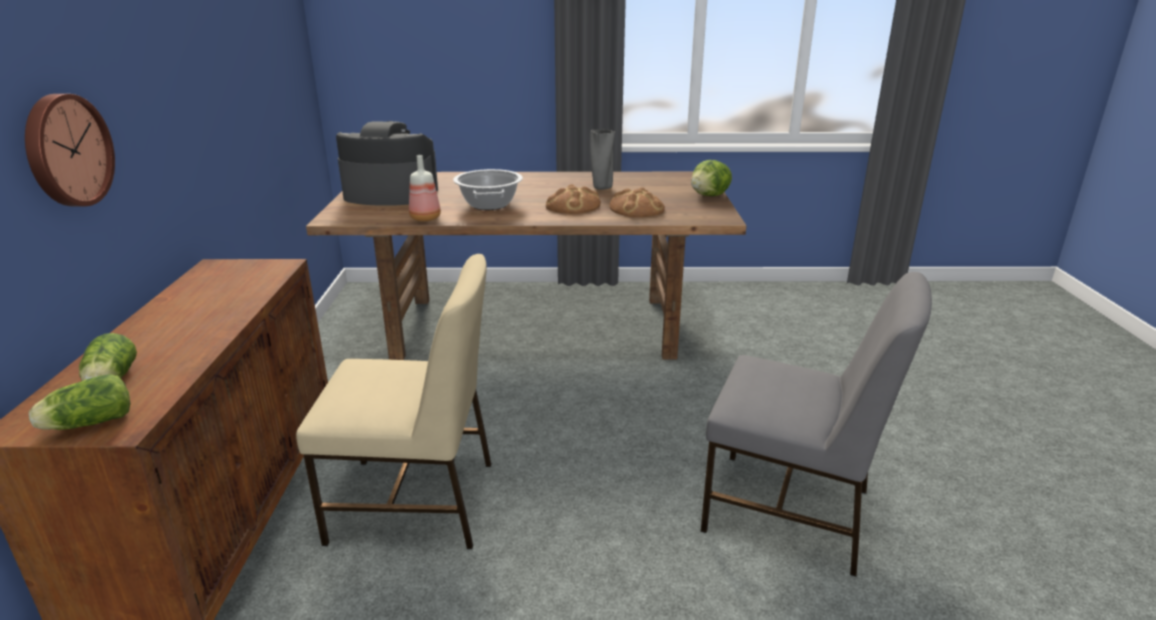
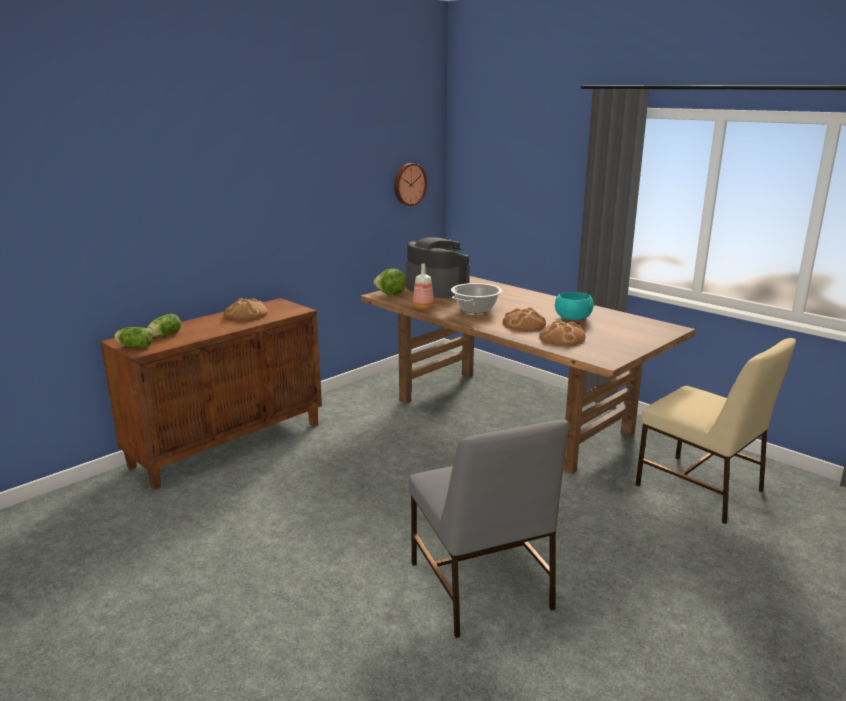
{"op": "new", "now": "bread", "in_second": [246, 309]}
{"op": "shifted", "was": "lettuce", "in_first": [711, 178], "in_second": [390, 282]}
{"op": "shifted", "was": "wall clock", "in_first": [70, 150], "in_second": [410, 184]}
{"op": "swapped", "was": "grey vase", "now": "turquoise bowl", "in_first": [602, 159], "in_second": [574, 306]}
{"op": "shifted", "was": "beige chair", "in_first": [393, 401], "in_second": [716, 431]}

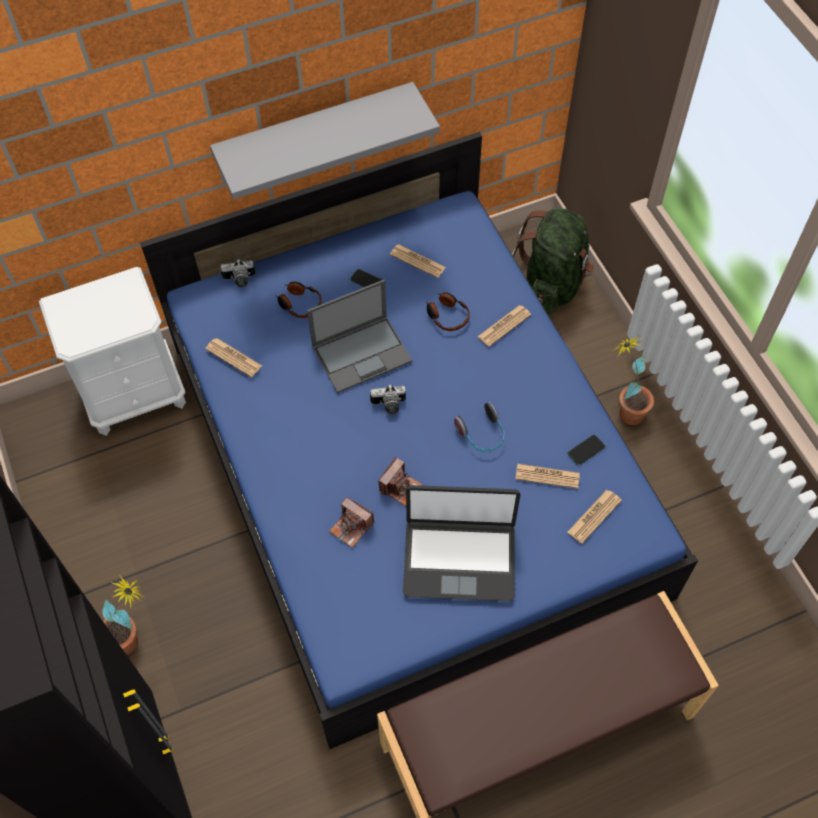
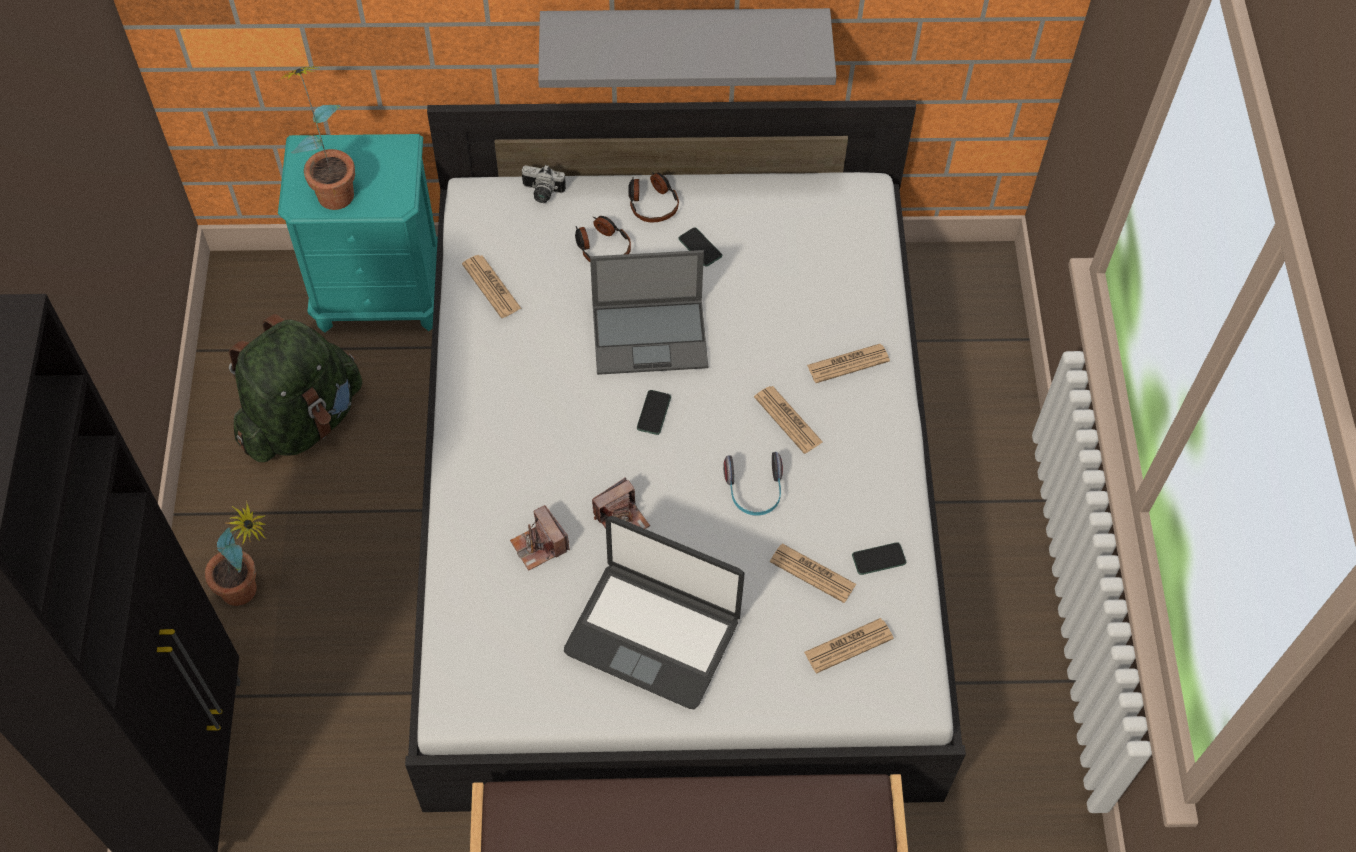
{"op": "shifted", "was": "green backpack", "in_first": [553, 261], "in_second": [295, 388]}
{"op": "shifted", "was": "potted plant", "in_first": [633, 380], "in_second": [315, 138]}
{"op": "repainted", "was": "white nightstand", "now": "turquoise nightstand", "in_first": [112, 351], "in_second": [358, 233]}
{"op": "repainted", "was": "blue bed", "now": "white bed", "in_first": [419, 440], "in_second": [685, 456]}
{"op": "shifted", "was": "headphones", "in_first": [448, 311], "in_second": [653, 197]}
{"op": "swapped", "was": "photo camera", "now": "phone", "in_first": [388, 399], "in_second": [654, 412]}
{"op": "shifted", "was": "newspaper", "in_first": [418, 261], "in_second": [788, 420]}

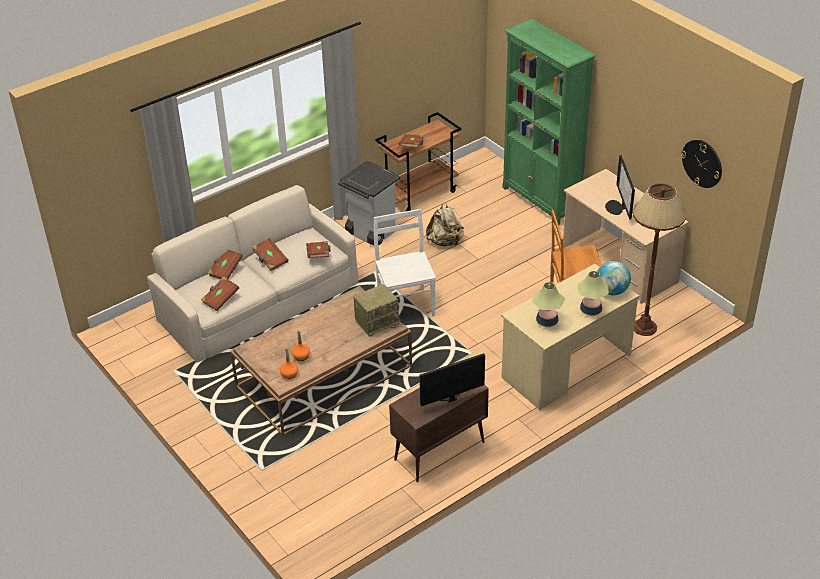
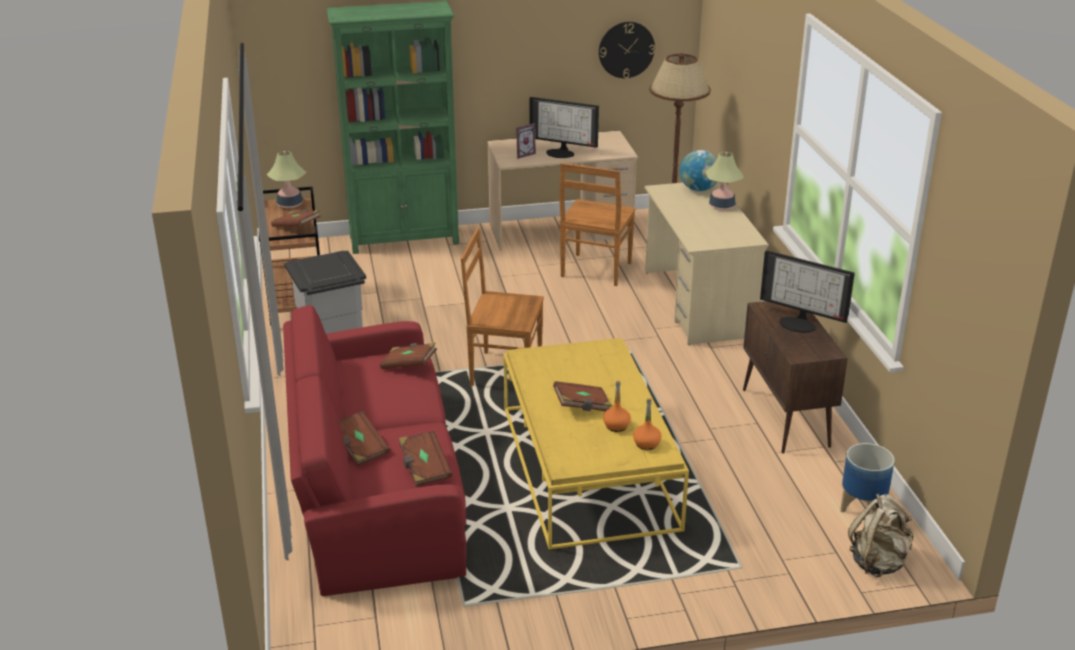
{"op": "shifted", "was": "table lamp", "in_first": [548, 304], "in_second": [286, 179]}
{"op": "repainted", "was": "beige sofa", "now": "red sofa", "in_first": [253, 273], "in_second": [375, 450]}
{"op": "repainted", "was": "white chair", "now": "brown chair", "in_first": [405, 262], "in_second": [502, 307]}
{"op": "repainted", "was": "brown coffee table", "now": "yellow coffee table", "in_first": [321, 361], "in_second": [596, 443]}
{"op": "new", "now": "picture frame", "in_second": [526, 141]}
{"op": "shifted", "was": "brown book", "in_first": [270, 254], "in_second": [582, 396]}
{"op": "rotated", "was": "monitor", "in_first": [452, 379], "in_second": [807, 291], "clockwise": -60}
{"op": "new", "now": "planter", "in_second": [867, 477]}
{"op": "shifted", "was": "beige backpack", "in_first": [445, 224], "in_second": [881, 535]}
{"op": "gone", "was": "radio", "in_first": [377, 310]}

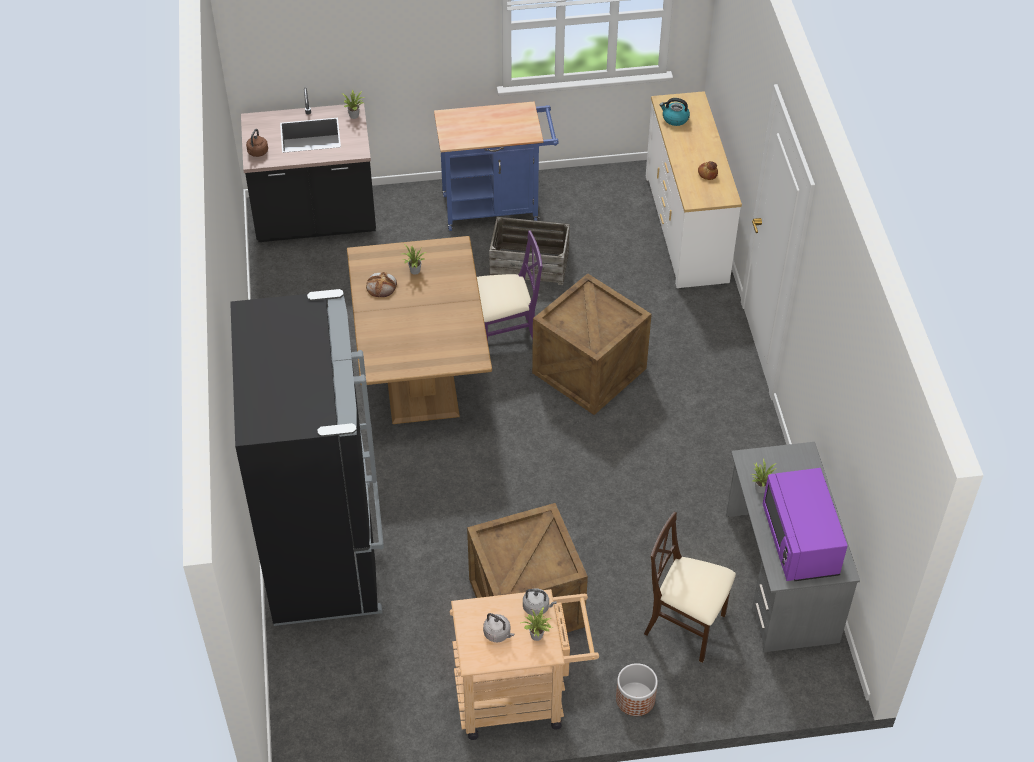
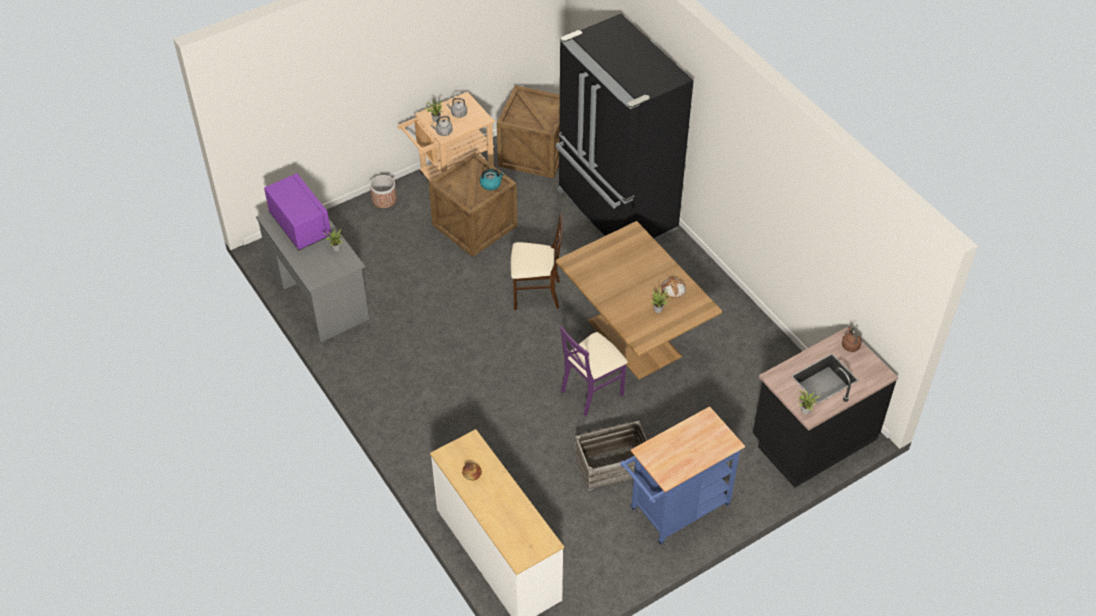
{"op": "shifted", "was": "kettle", "in_first": [674, 112], "in_second": [492, 179]}
{"op": "shifted", "was": "crate", "in_first": [592, 344], "in_second": [528, 132]}
{"op": "shifted", "was": "beige chair", "in_first": [690, 587], "in_second": [537, 262]}

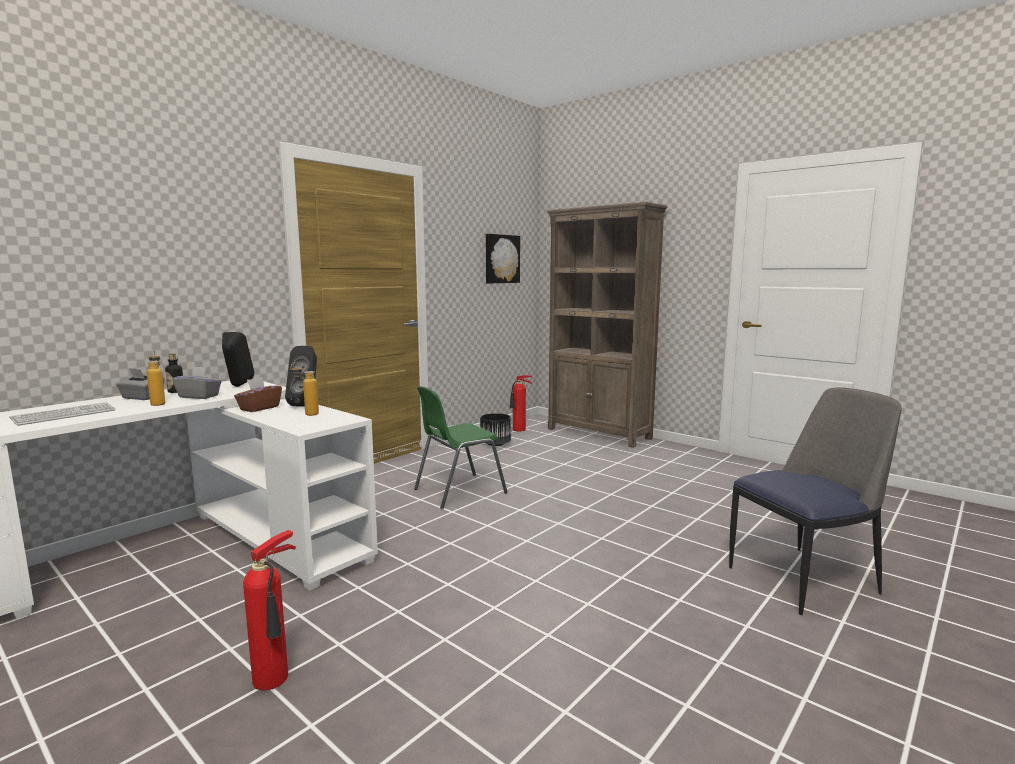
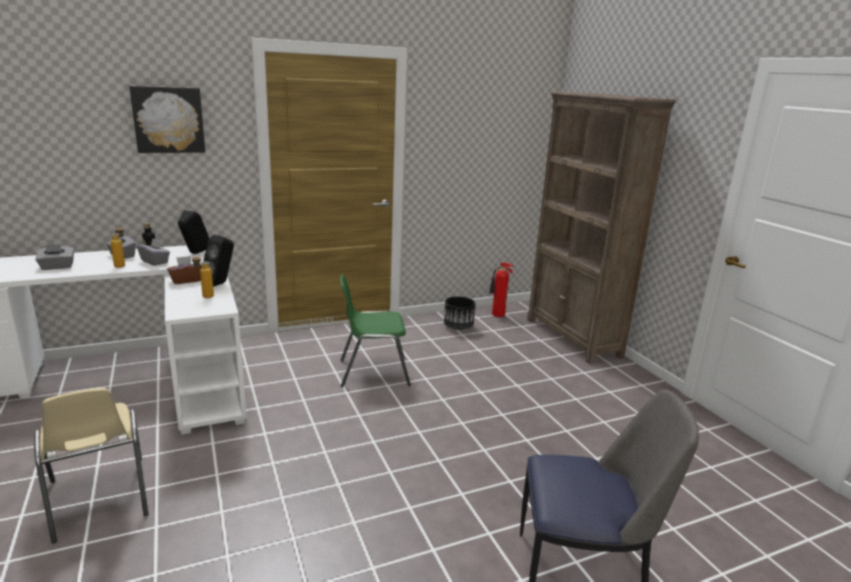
{"op": "swapped", "was": "fire extinguisher", "now": "beige chair", "in_first": [269, 610], "in_second": [91, 466]}
{"op": "swapped", "was": "keyboard", "now": "grey tissue box", "in_first": [62, 414], "in_second": [54, 257]}
{"op": "shifted", "was": "picture", "in_first": [503, 258], "in_second": [167, 119]}

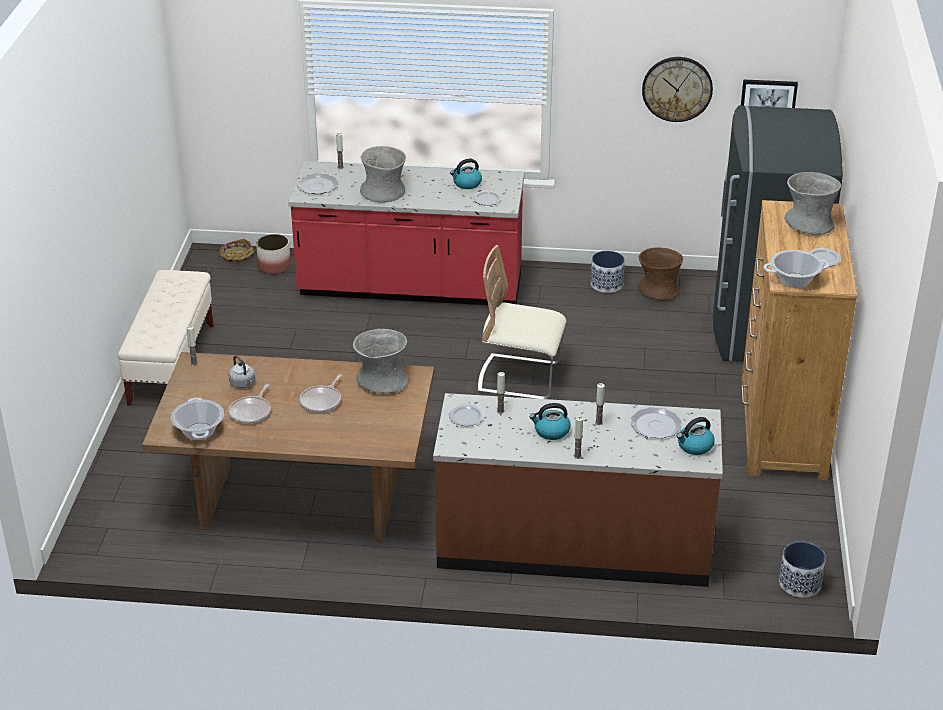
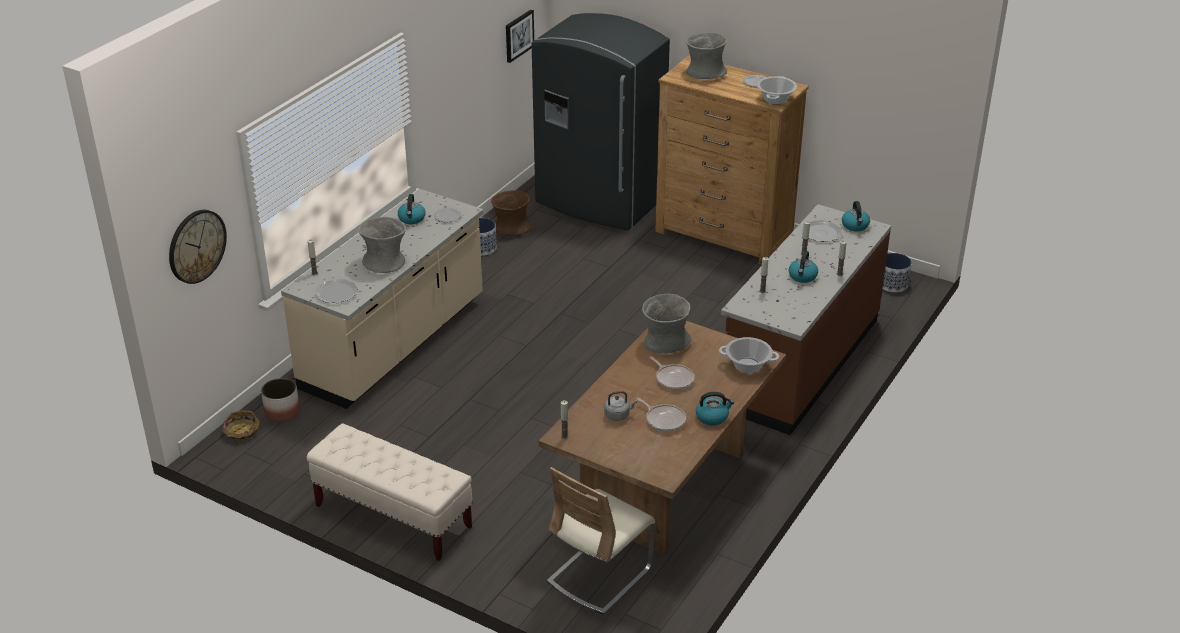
{"op": "shifted", "was": "wall clock", "in_first": [677, 89], "in_second": [198, 247]}
{"op": "repainted", "was": "red counter", "now": "beige counter", "in_first": [406, 233], "in_second": [382, 299]}
{"op": "shifted", "was": "beige chair", "in_first": [522, 322], "in_second": [601, 540]}
{"op": "new", "now": "kettle", "in_second": [715, 409]}
{"op": "shifted", "was": "cooking pot", "in_first": [197, 419], "in_second": [749, 355]}
{"op": "gone", "was": "plate", "in_first": [466, 415]}

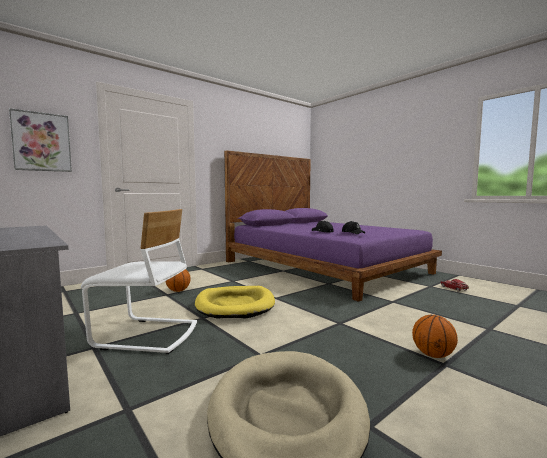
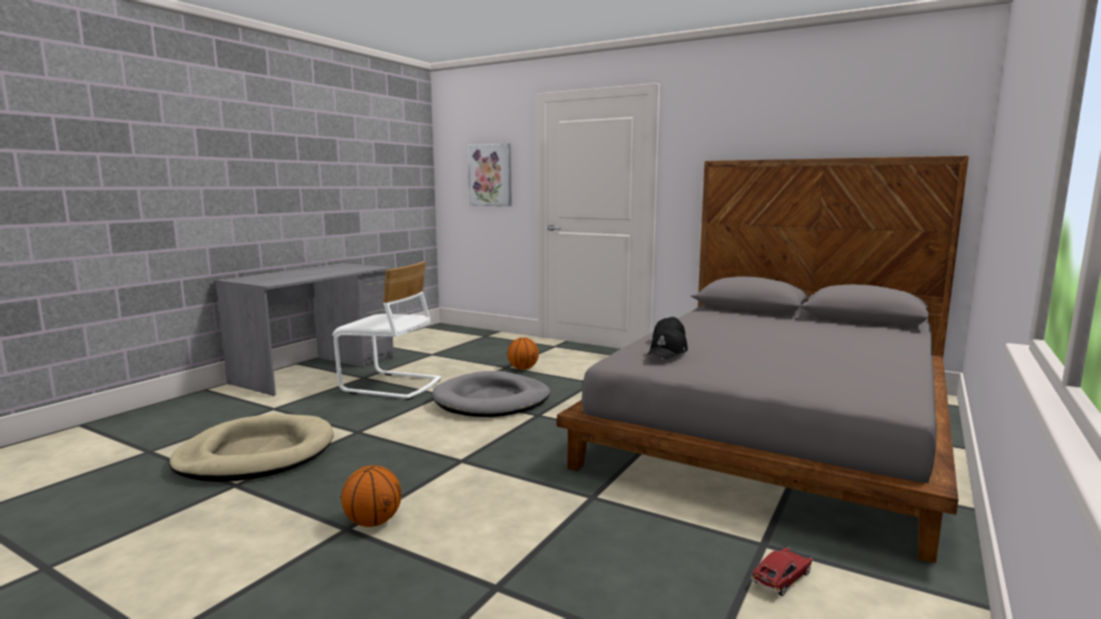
{"op": "rotated", "was": "white chair", "in_first": [139, 281], "in_second": [386, 331], "clockwise": -60}
{"op": "repainted", "was": "yellow dog bed", "now": "grey dog bed", "in_first": [235, 302], "in_second": [491, 394]}
{"op": "repainted", "was": "purple bed", "now": "grey bed", "in_first": [333, 226], "in_second": [763, 359]}

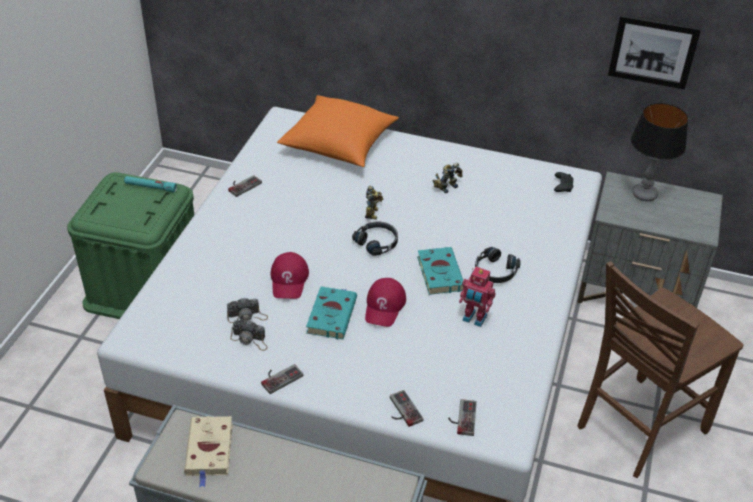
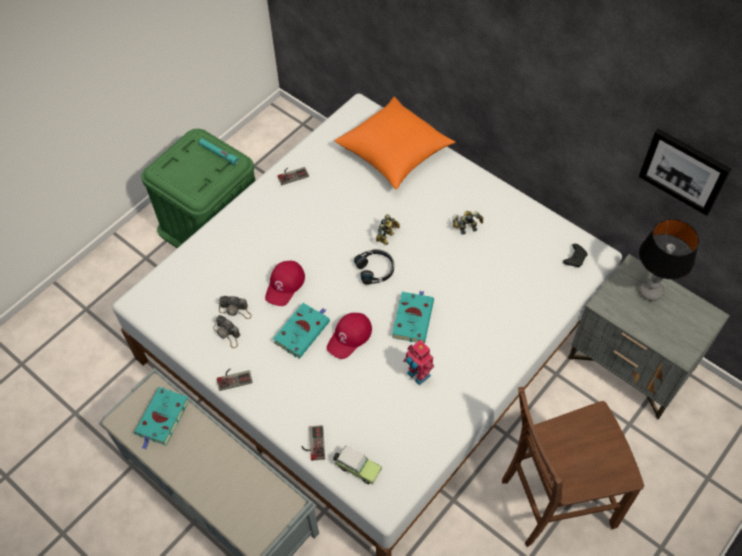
{"op": "repainted", "was": "beige book", "now": "turquoise book", "in_first": [208, 451], "in_second": [162, 418]}
{"op": "swapped", "was": "game controller", "now": "toy car", "in_first": [462, 417], "in_second": [357, 465]}
{"op": "gone", "was": "black headphones", "in_first": [498, 265]}

